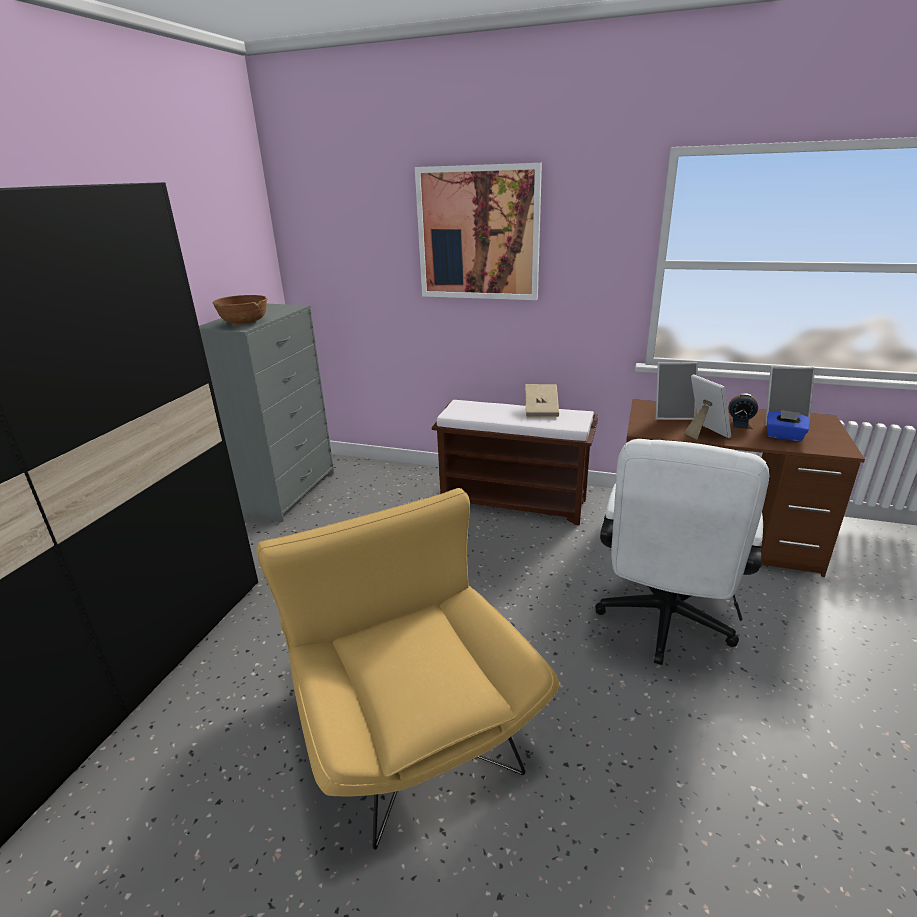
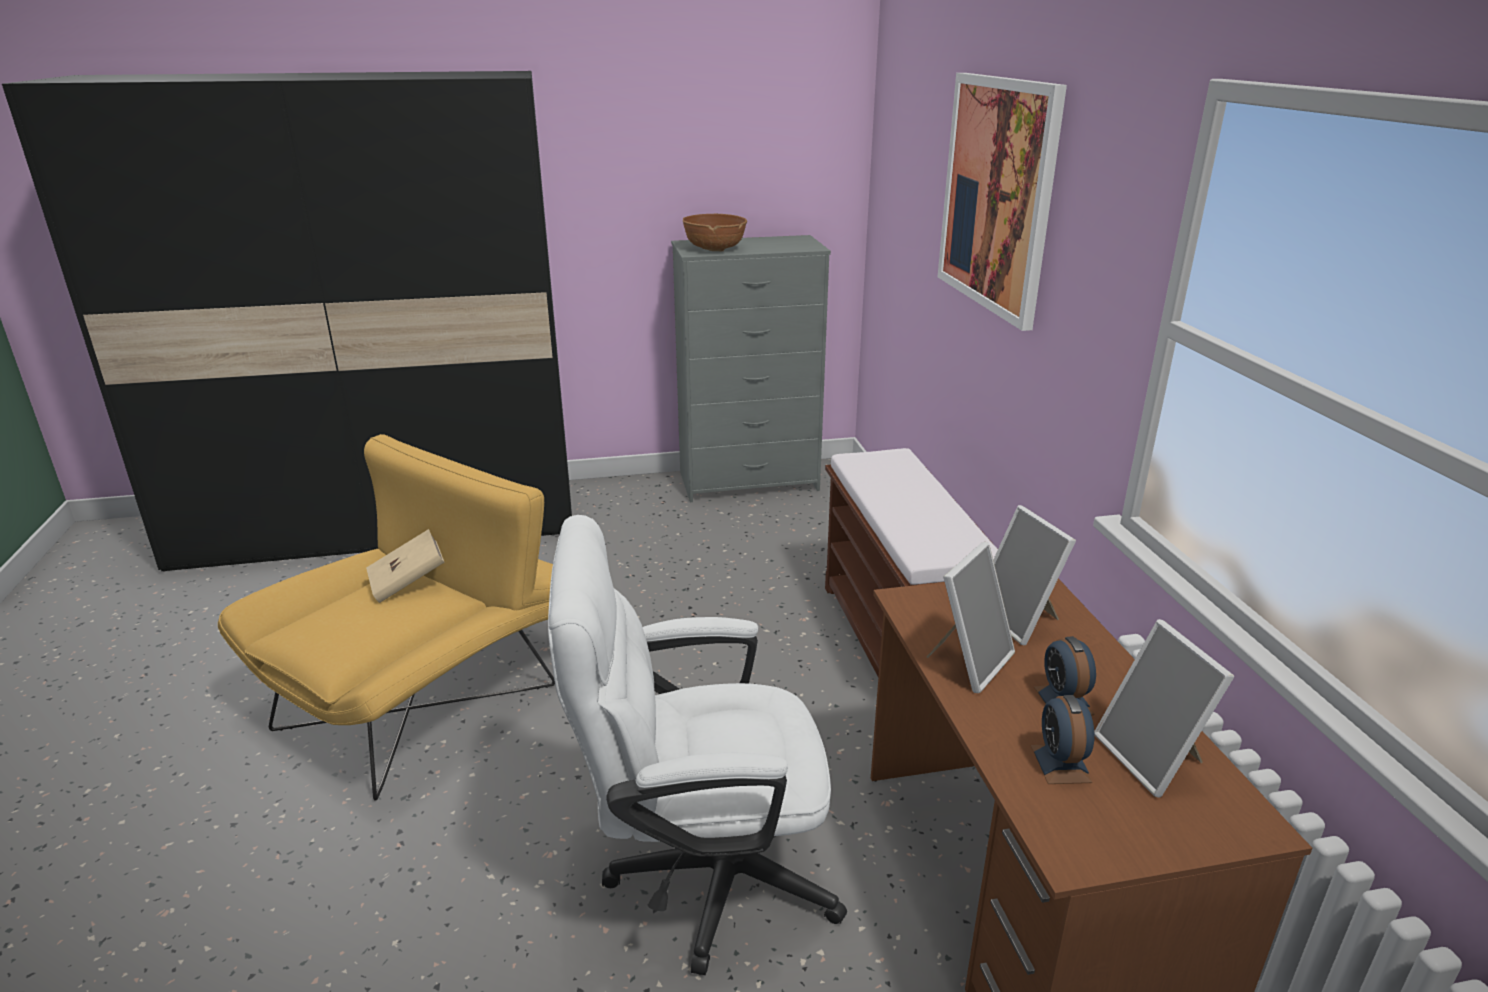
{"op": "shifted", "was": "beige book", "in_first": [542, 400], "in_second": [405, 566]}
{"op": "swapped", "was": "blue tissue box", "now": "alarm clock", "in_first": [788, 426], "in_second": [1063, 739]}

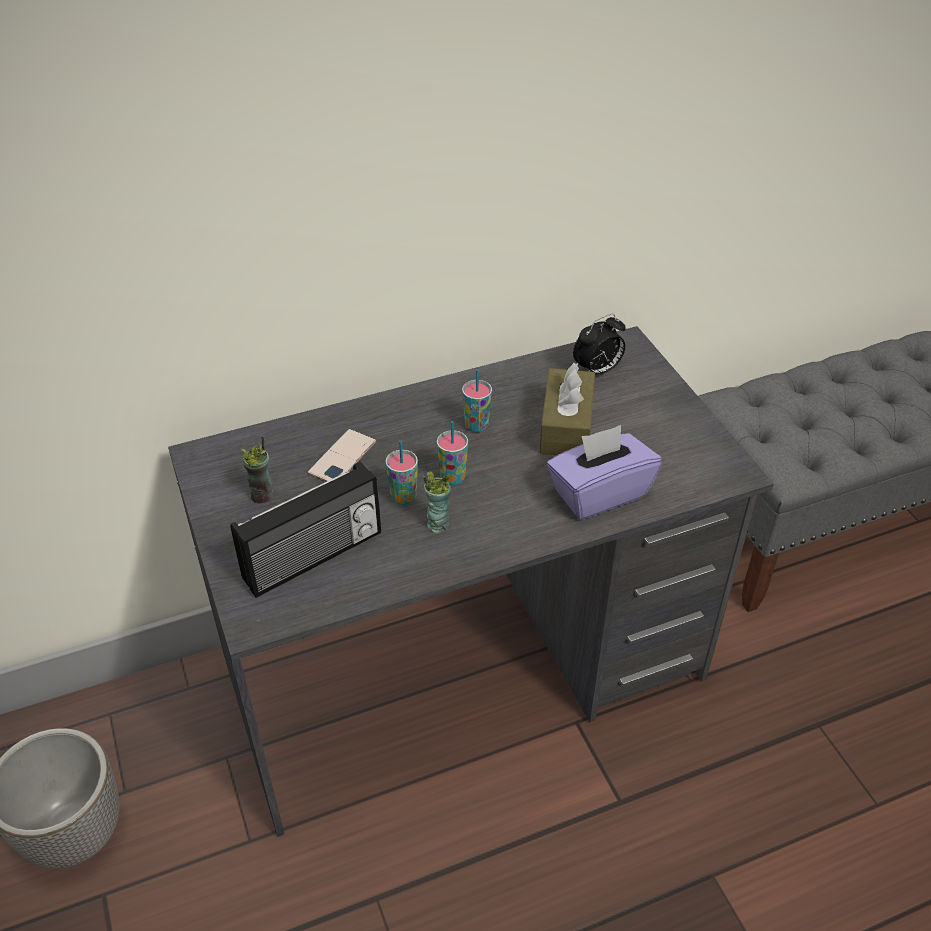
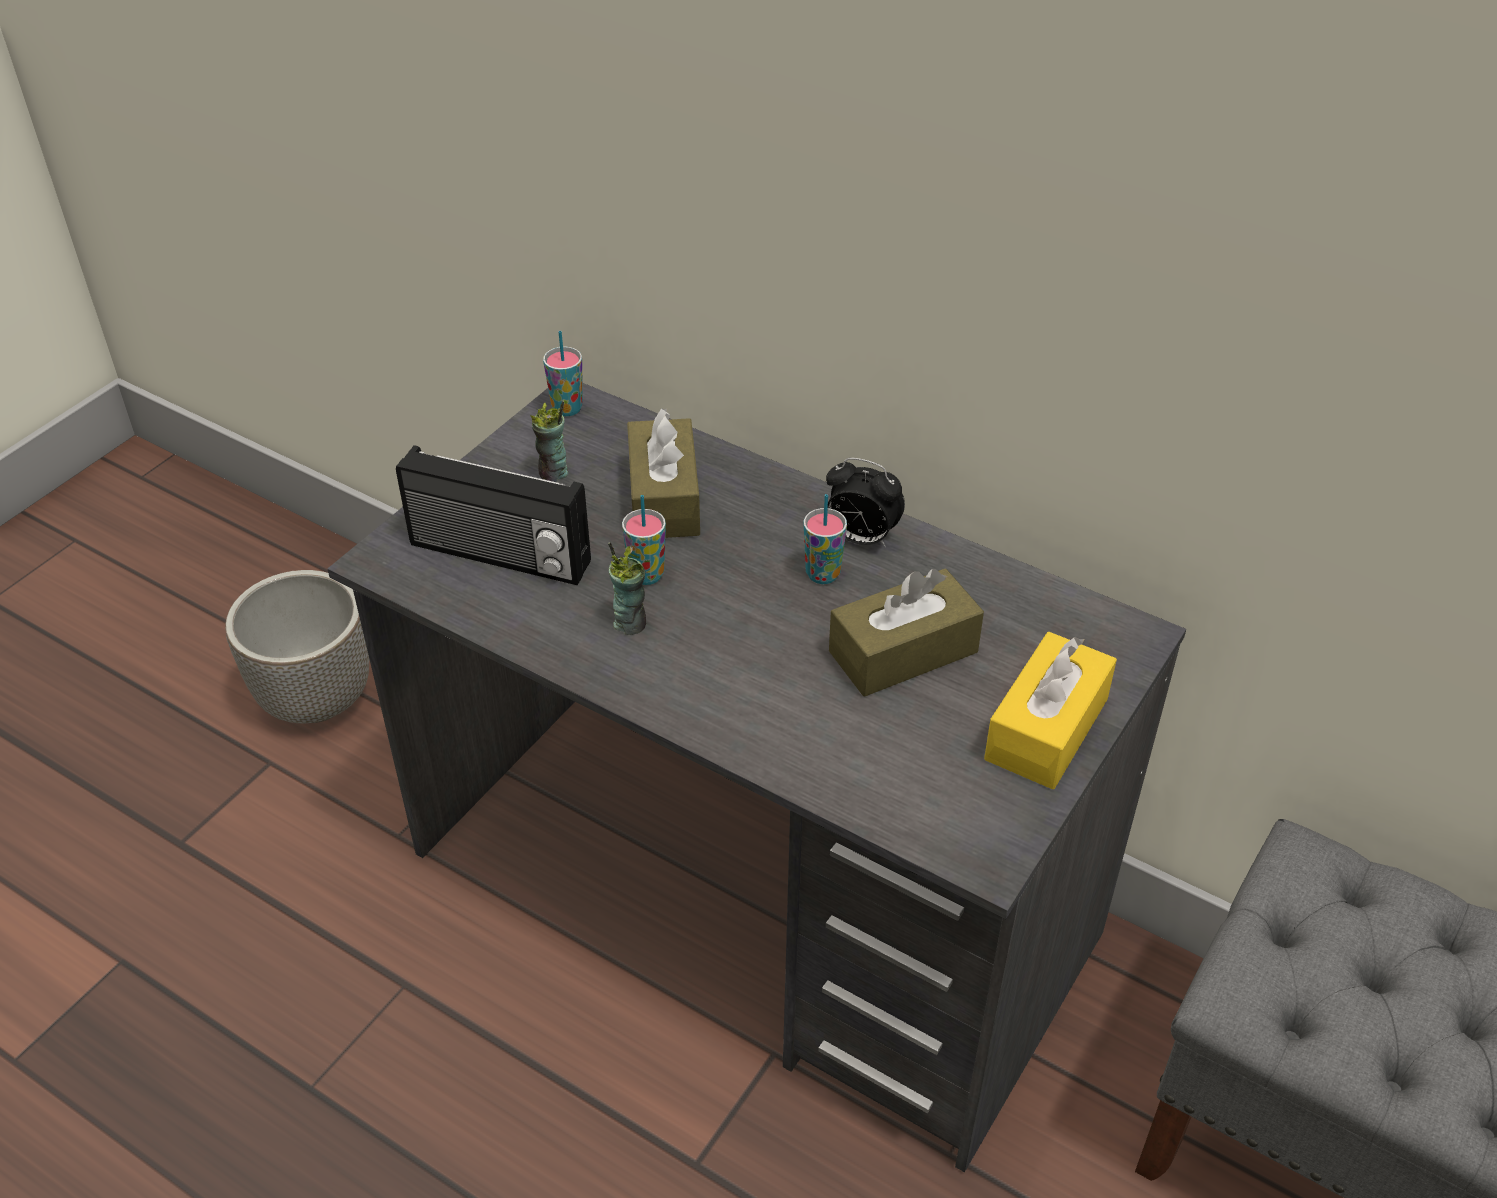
{"op": "shifted", "was": "cup", "in_first": [452, 453], "in_second": [563, 373]}
{"op": "swapped", "was": "phone", "now": "brown tissue box", "in_first": [342, 455], "in_second": [663, 473]}
{"op": "shifted", "was": "alarm clock", "in_first": [599, 344], "in_second": [865, 502]}
{"op": "new", "now": "yellow tissue box", "in_second": [1050, 710]}
{"op": "gone", "was": "purple tissue box", "in_first": [604, 472]}

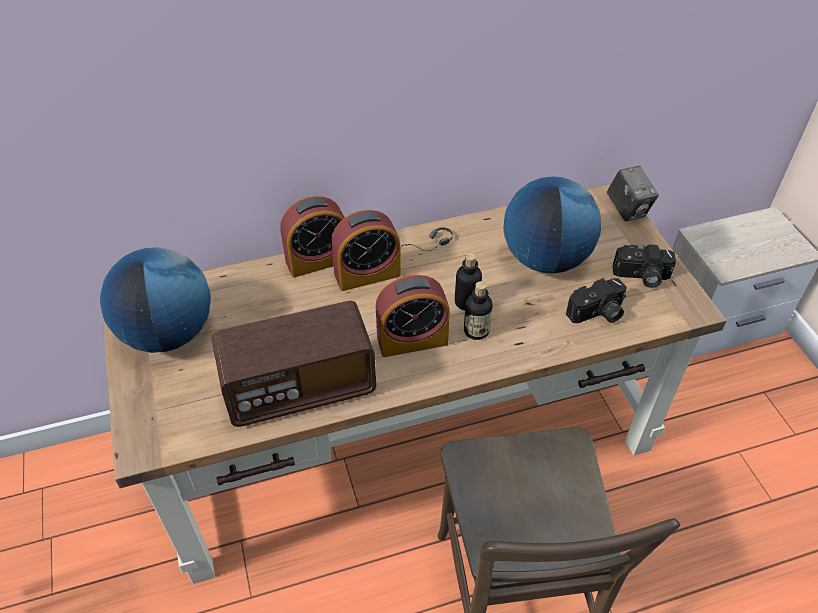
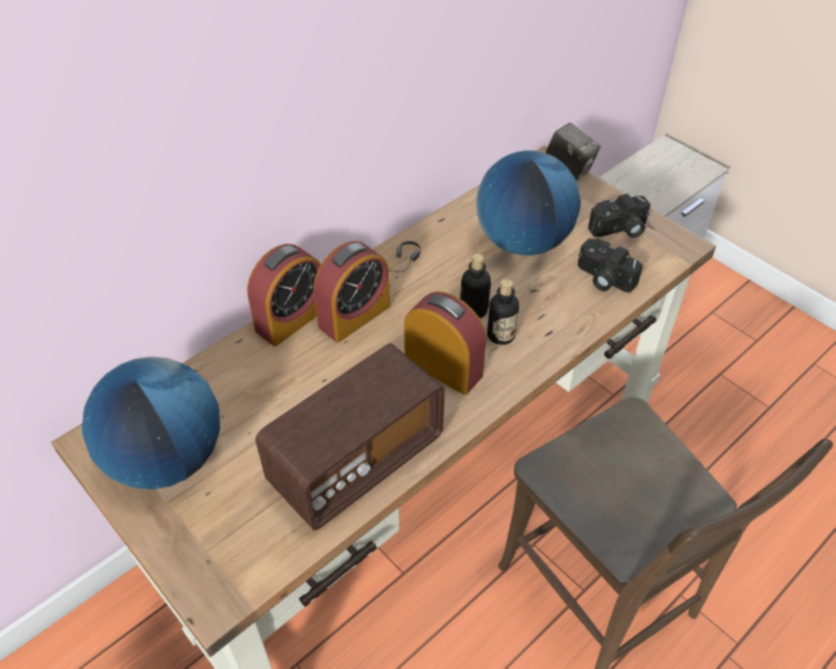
{"op": "rotated", "was": "alarm clock", "in_first": [413, 316], "in_second": [445, 343], "clockwise": -105}
{"op": "rotated", "was": "photo camera", "in_first": [596, 300], "in_second": [610, 265], "clockwise": 90}

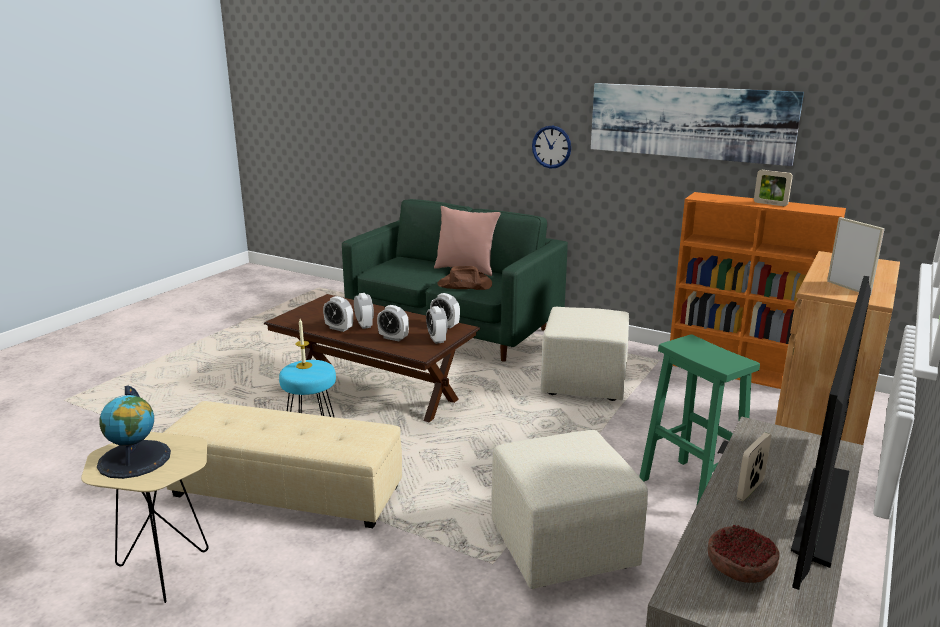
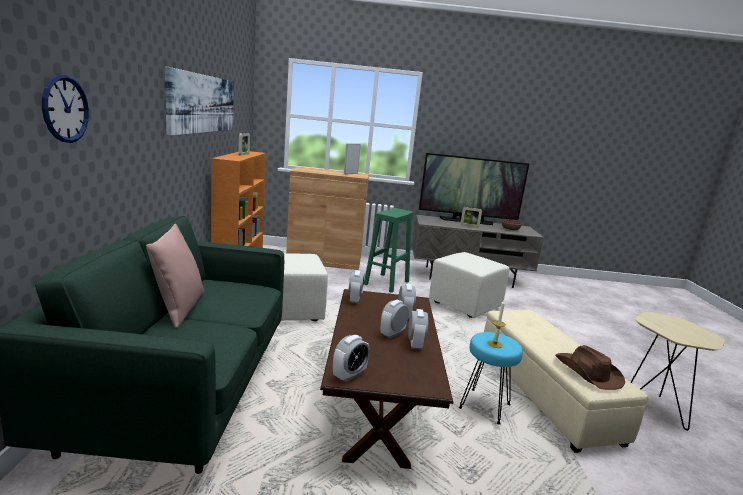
{"op": "shifted", "was": "wall clock", "in_first": [551, 147], "in_second": [65, 108]}
{"op": "shifted", "was": "alarm clock", "in_first": [437, 325], "in_second": [351, 358]}
{"op": "shifted", "was": "brown hat", "in_first": [464, 278], "in_second": [590, 367]}
{"op": "gone", "was": "globe", "in_first": [134, 432]}

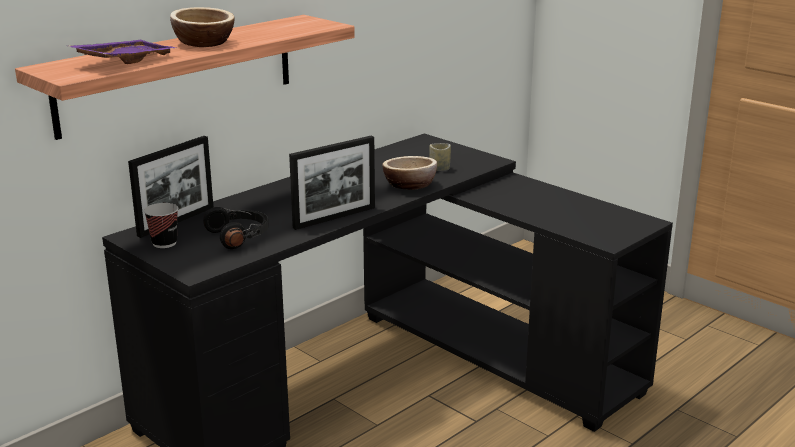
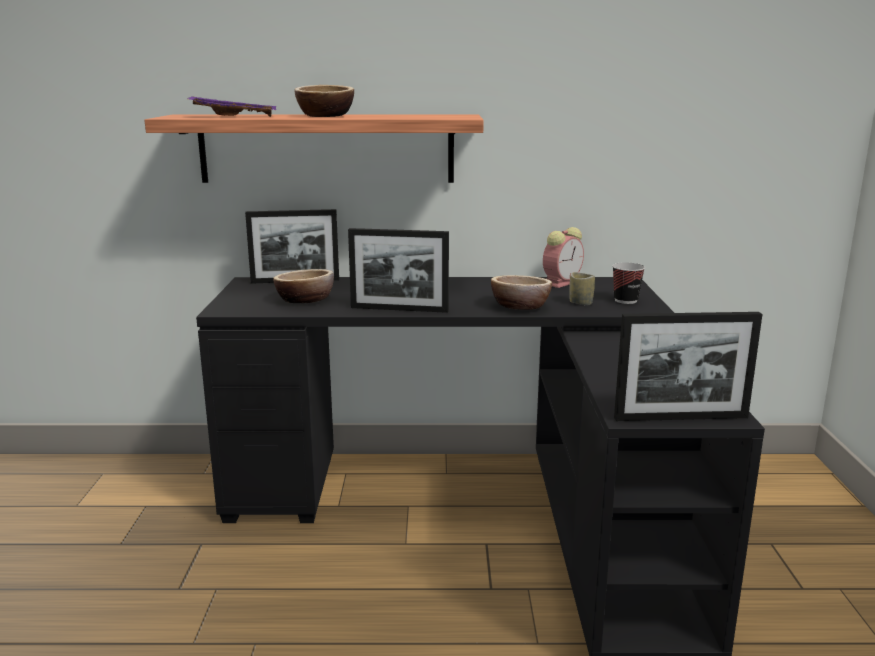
{"op": "swapped", "was": "black headphones", "now": "bowl", "in_first": [236, 228], "in_second": [303, 286]}
{"op": "new", "now": "alarm clock", "in_second": [563, 257]}
{"op": "shifted", "was": "cup", "in_first": [161, 225], "in_second": [628, 283]}
{"op": "new", "now": "picture frame", "in_second": [688, 366]}

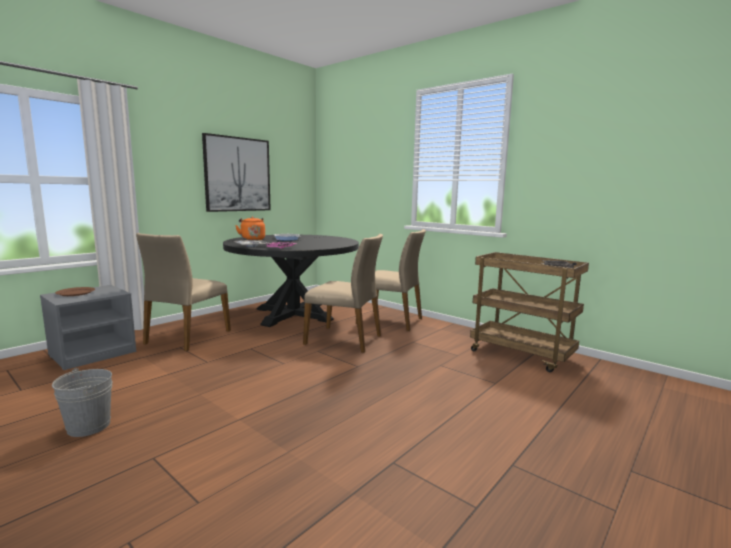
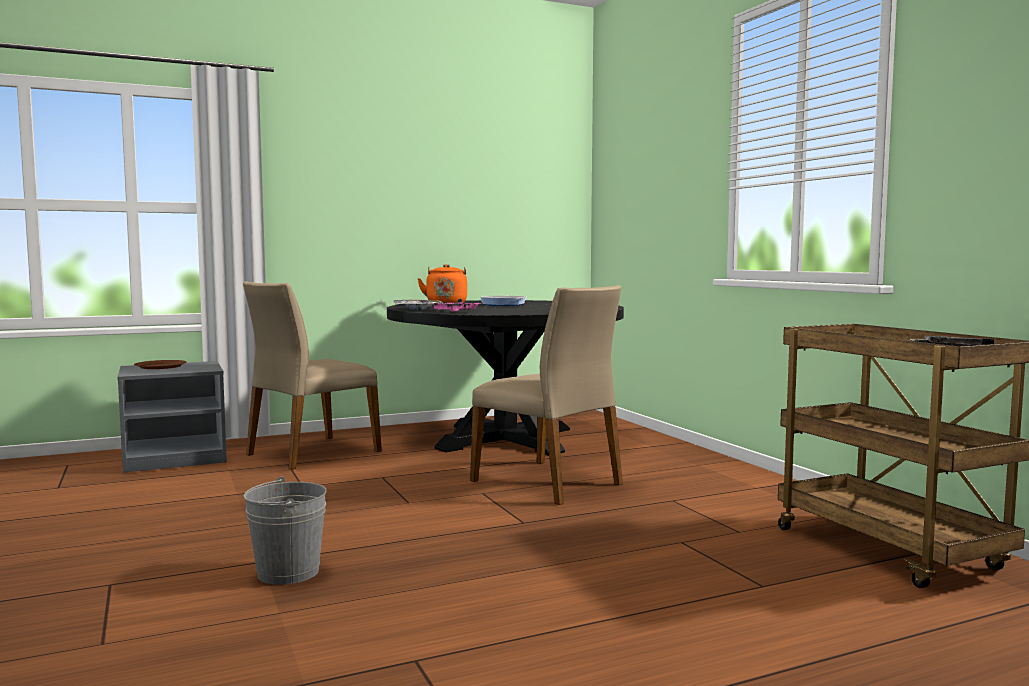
{"op": "shifted", "was": "grey bucket", "in_first": [82, 402], "in_second": [285, 530]}
{"op": "gone", "was": "picture", "in_first": [236, 172]}
{"op": "gone", "was": "beige chair", "in_first": [391, 280]}

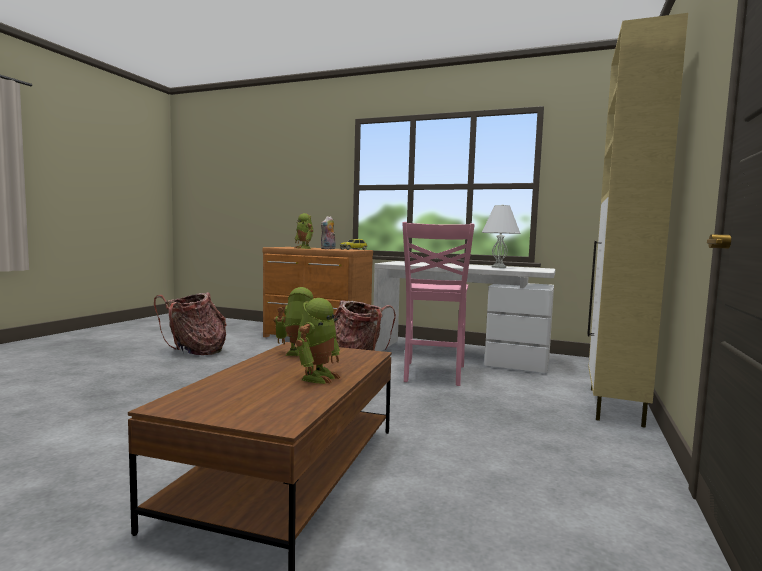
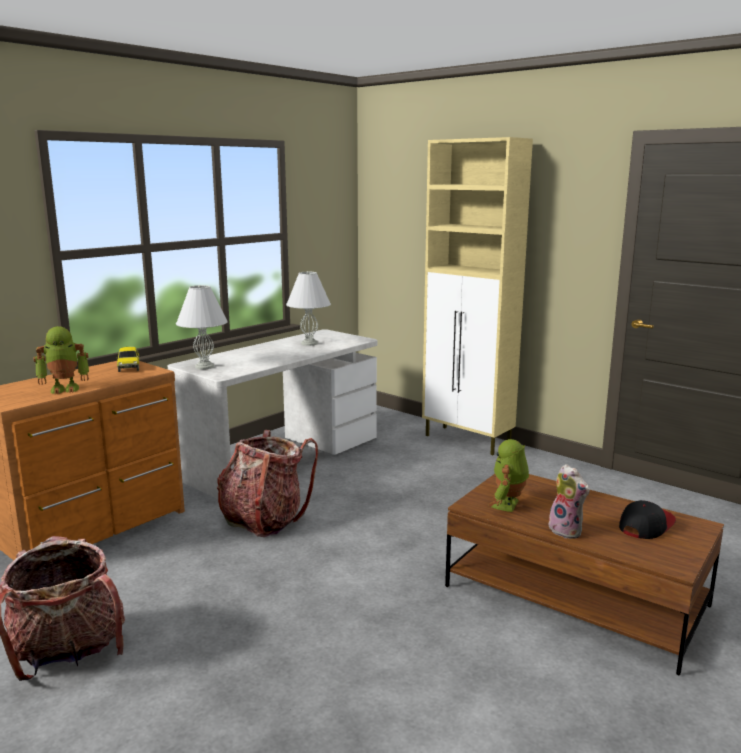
{"op": "new", "now": "white table lamp", "in_second": [202, 327]}
{"op": "shifted", "was": "plush toy", "in_first": [328, 232], "in_second": [568, 501]}
{"op": "new", "now": "cap", "in_second": [647, 519]}
{"op": "gone", "was": "toy robot", "in_first": [318, 341]}
{"op": "gone", "was": "pink chair", "in_first": [438, 304]}

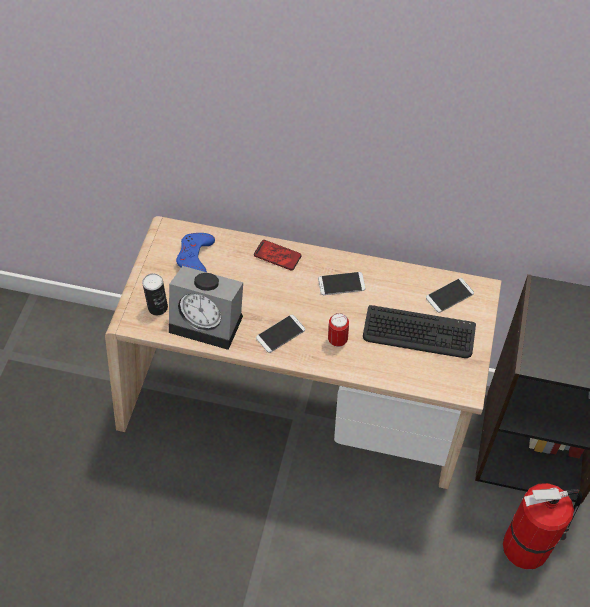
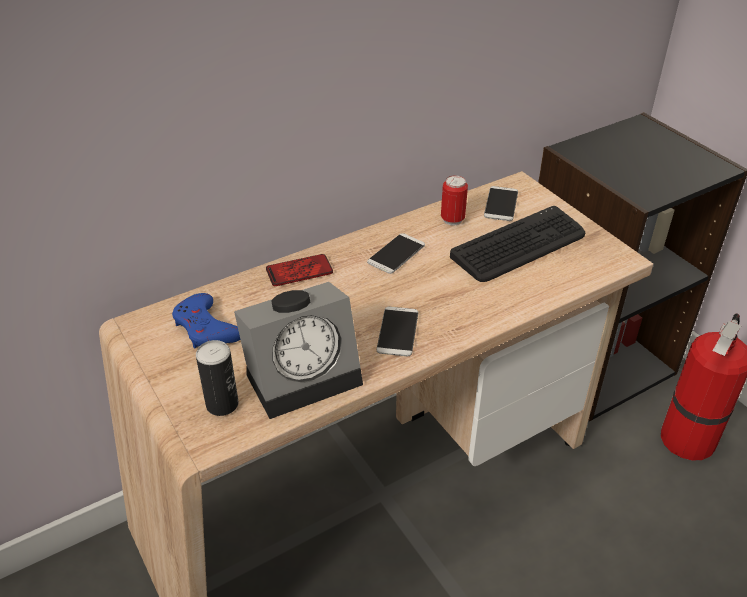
{"op": "shifted", "was": "can", "in_first": [338, 330], "in_second": [454, 200]}

